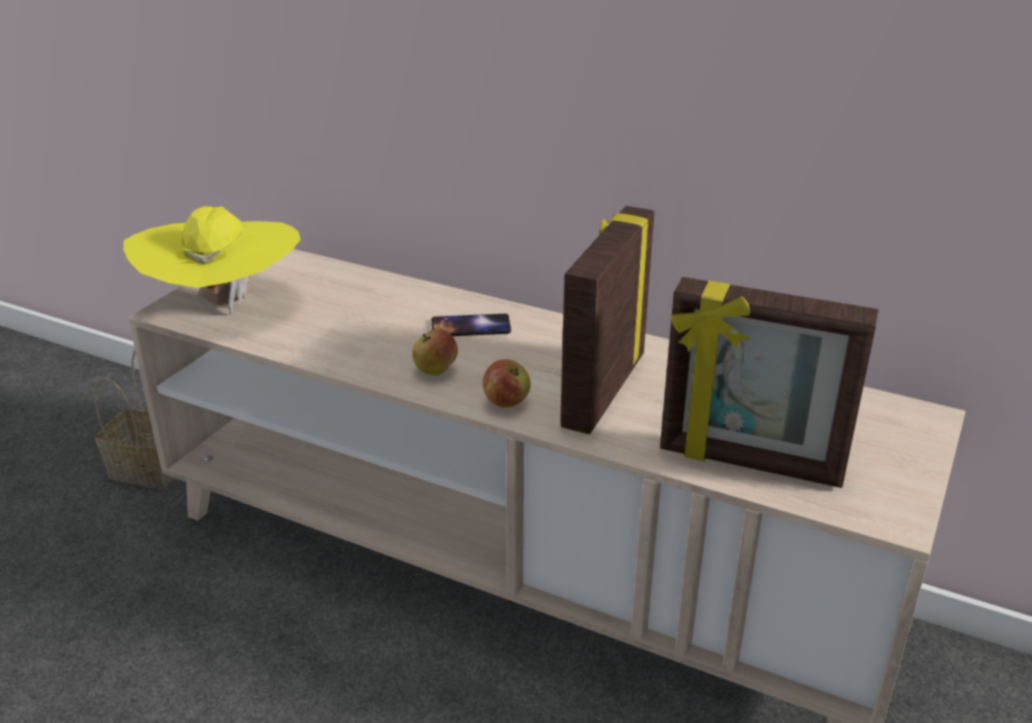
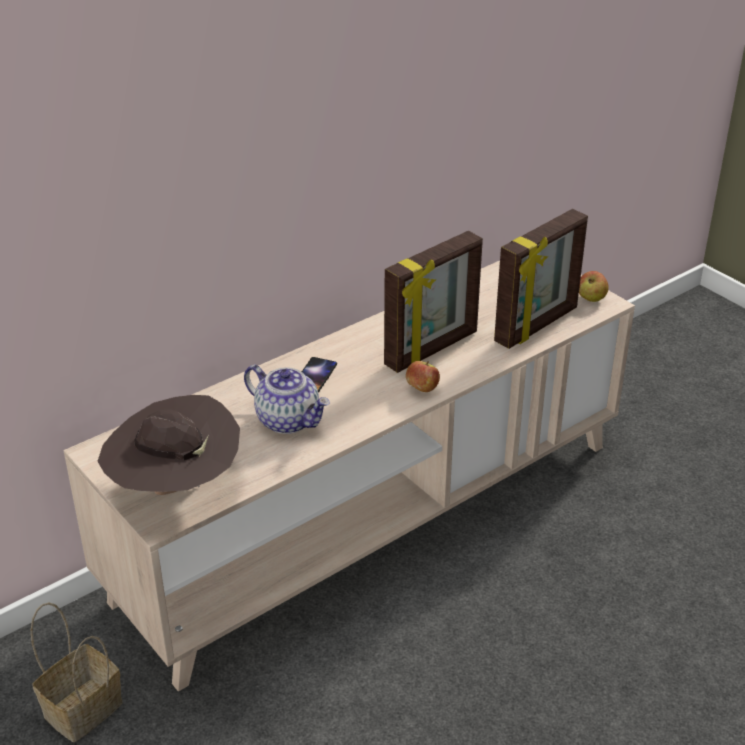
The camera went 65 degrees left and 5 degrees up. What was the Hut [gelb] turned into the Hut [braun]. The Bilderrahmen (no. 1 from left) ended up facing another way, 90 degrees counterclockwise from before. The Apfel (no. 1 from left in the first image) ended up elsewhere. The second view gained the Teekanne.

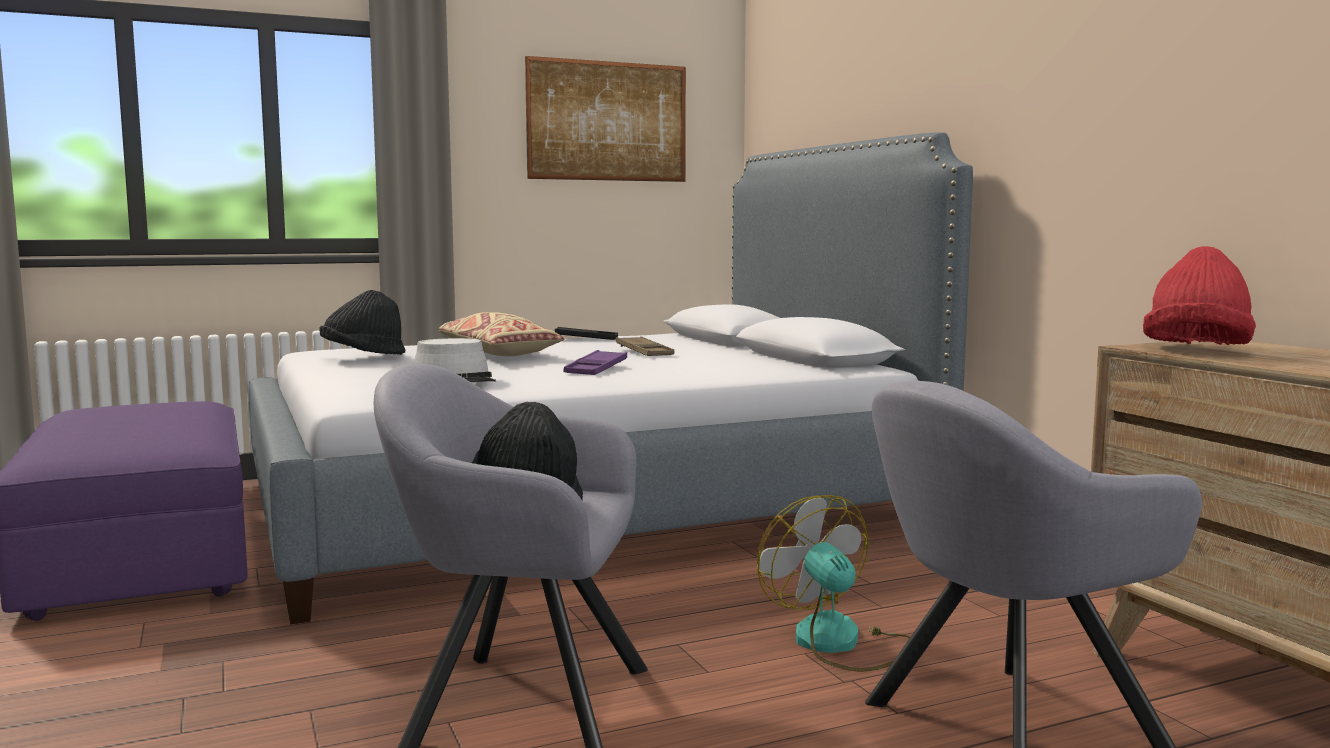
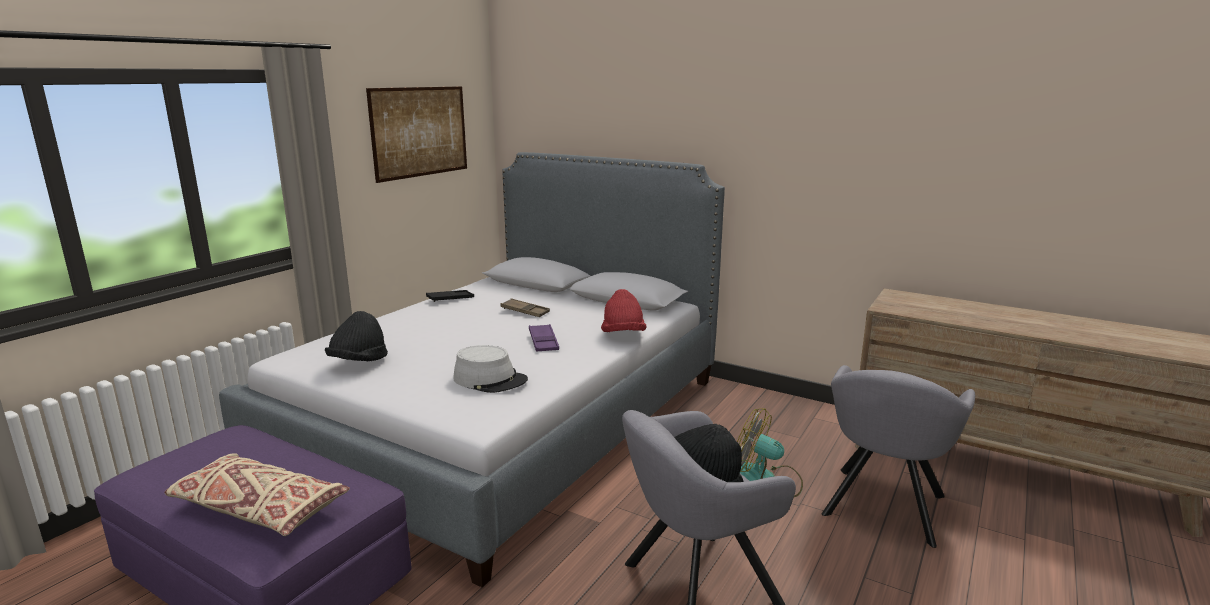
The camera went 35 degrees left and 10 degrees up. The Hut [rot] ended up elsewhere. The Kissen [beige] ended up elsewhere.

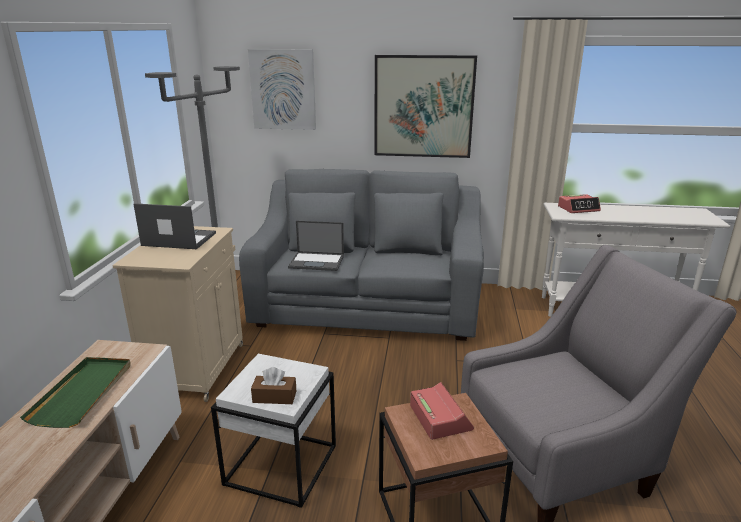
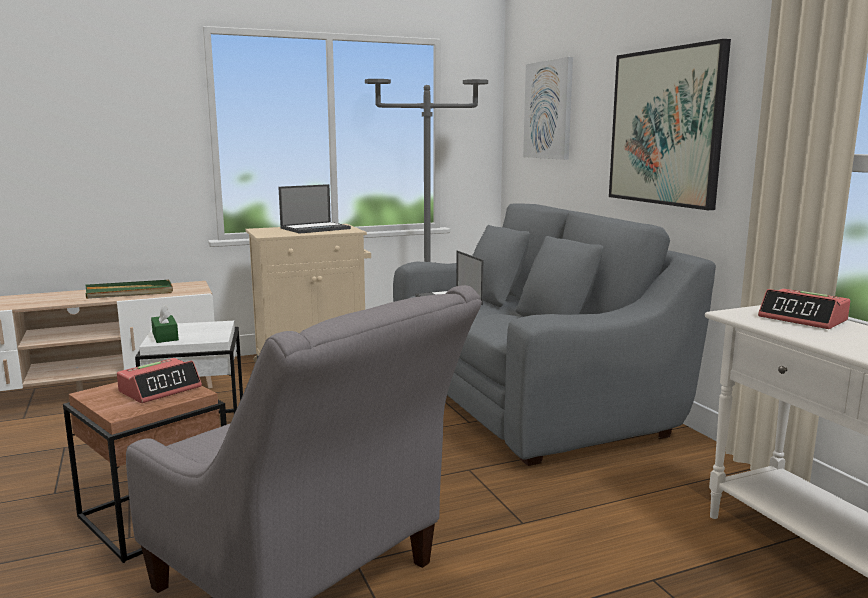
The camera went 60 degrees right and 10 degrees down. The Laptop (no. 1 from left) ended up facing another way, 75 degrees clockwise from before. What was the Taschentuchbox [braun] turned into the Taschentuchbox [grün].

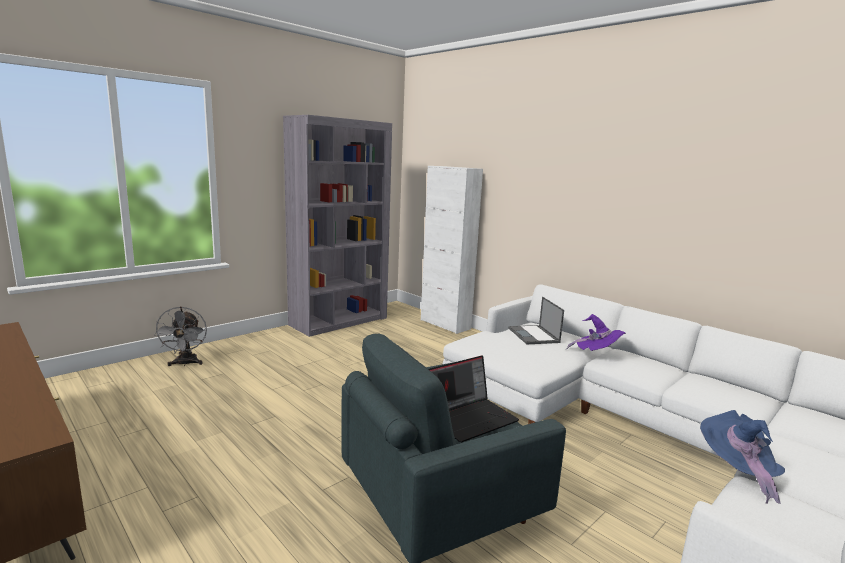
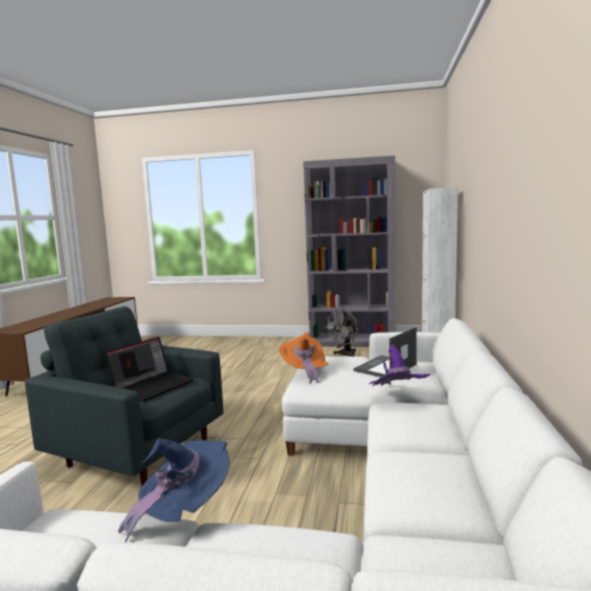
The camera went 55 degrees right and 5 degrees down. The Ventilator [grau] ended up elsewhere. The Laptop (no. 1 from left) ended up facing another way, 75 degrees counterclockwise from before. The second view gained the Hut [orange].

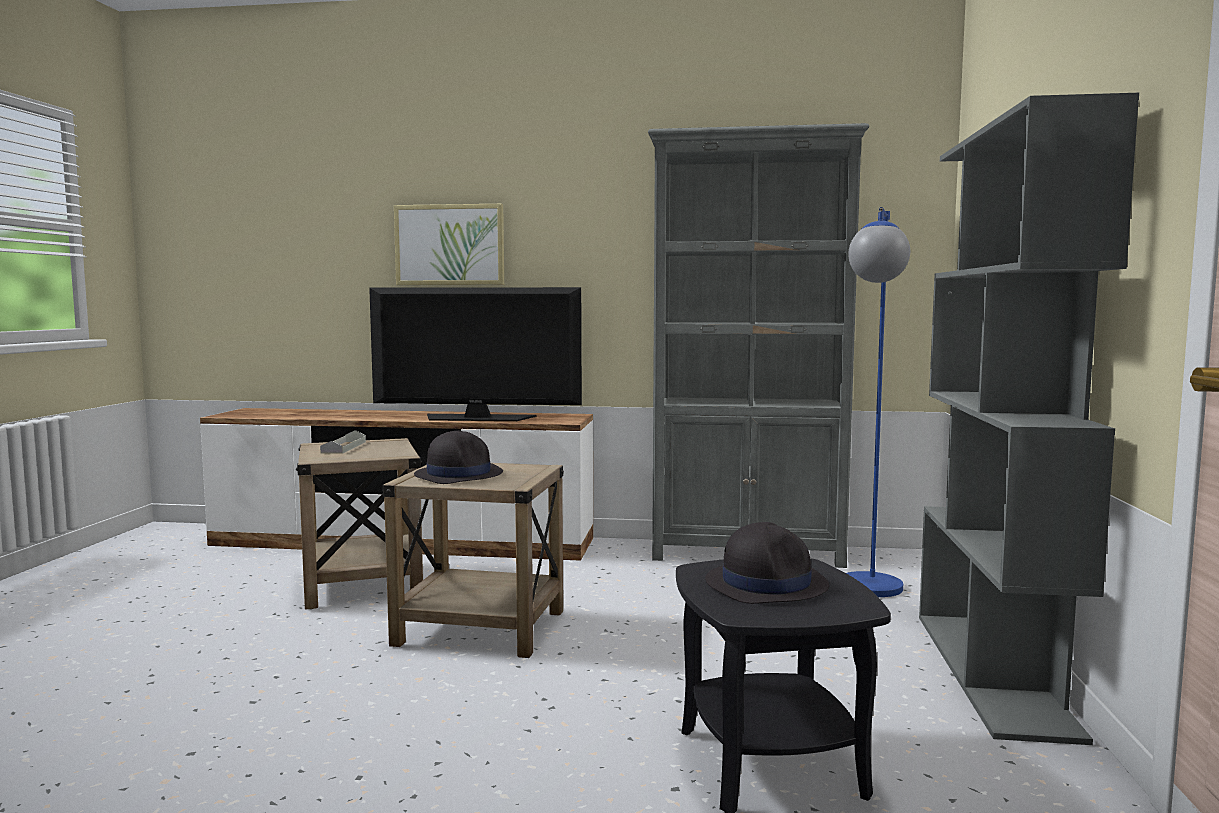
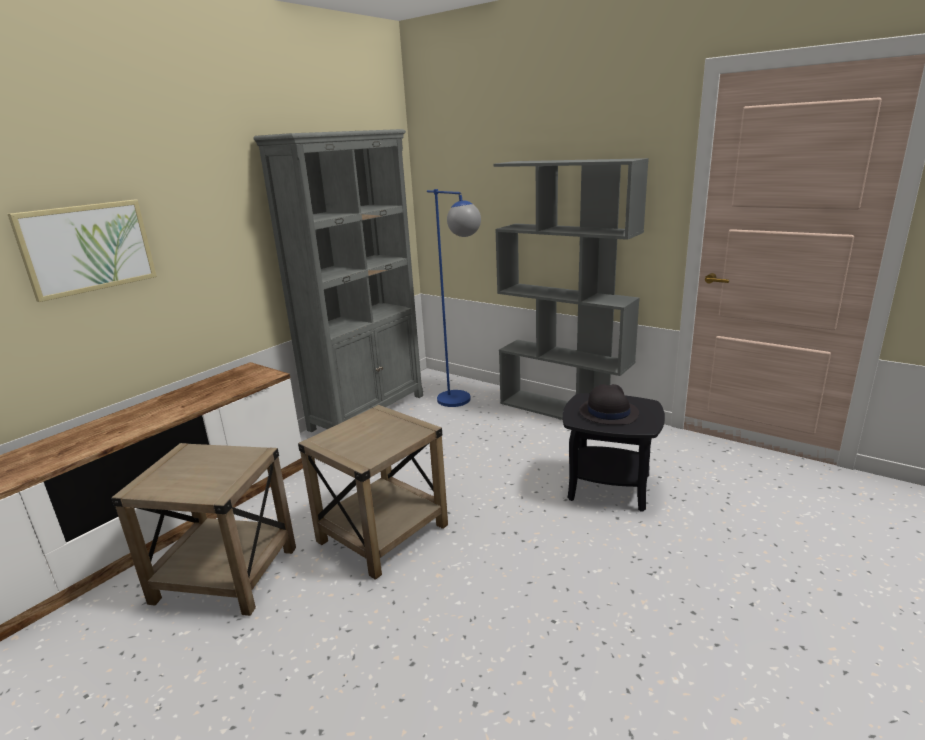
The camera went 60 degrees left and 15 degrees up. The second view lost the Fernseher. The second view lost the Tablett [grau]. The second view lost the Hut [schwarz] (no. 1 from left).

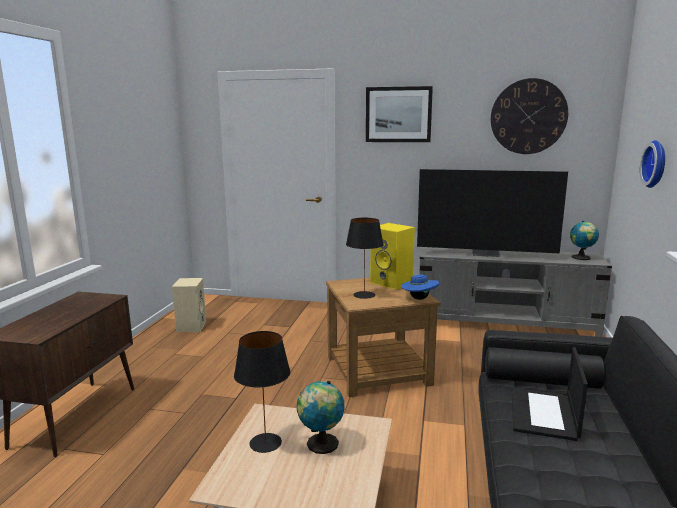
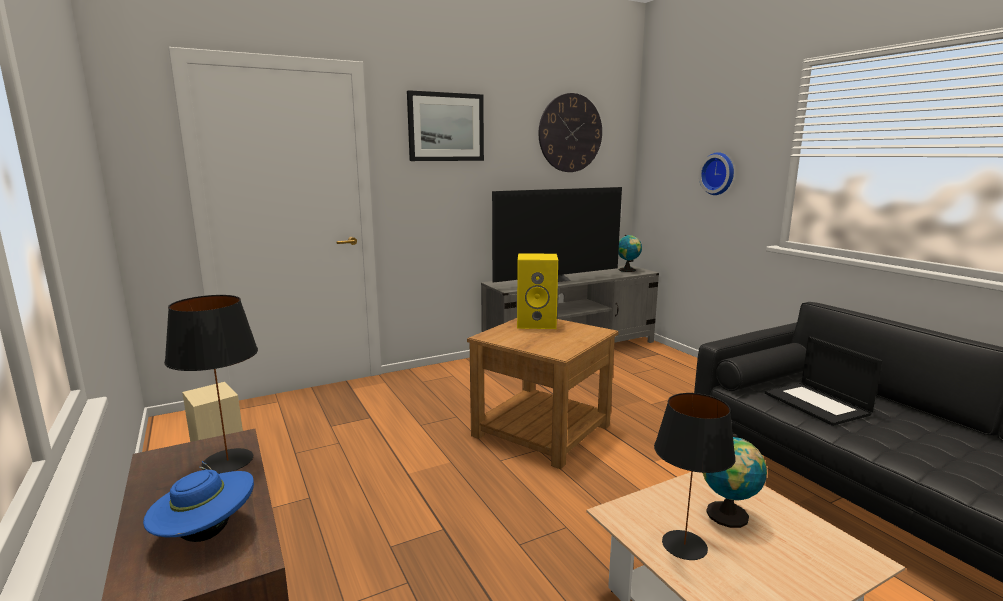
The camera went 40 degrees left and 0 degrees up. The Tischlampe [schwarz] (no. 2 from left in the first image) ended up elsewhere. The Hut [blau] ended up elsewhere.

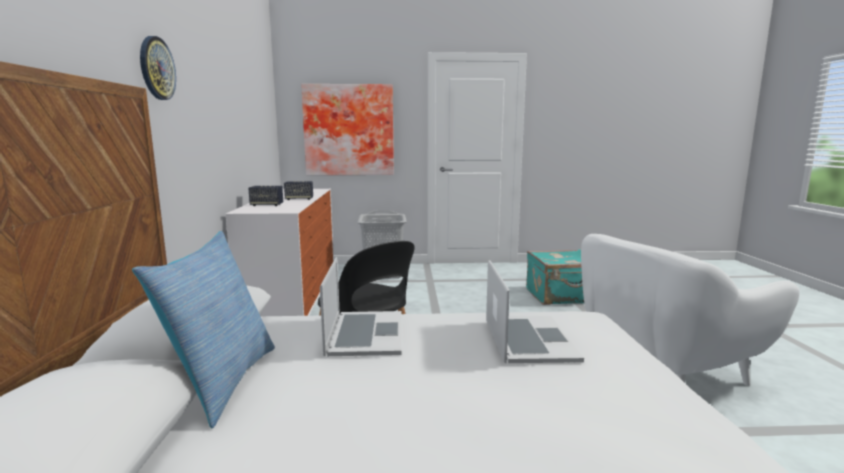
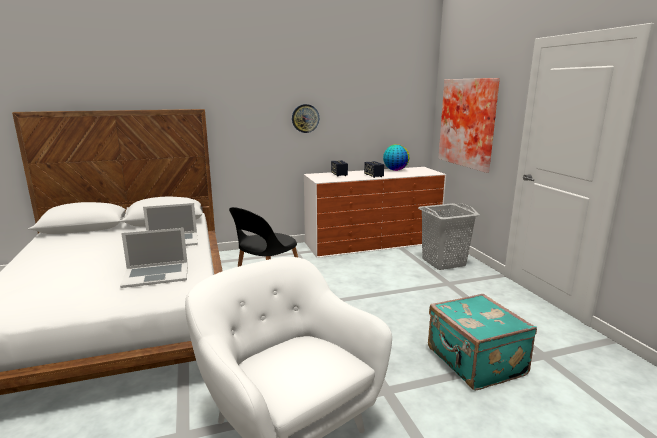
The camera went 75 degrees right and 5 degrees up. The Wanduhr ended up elsewhere. The second view lost the Kissen. The second view gained the Globus.

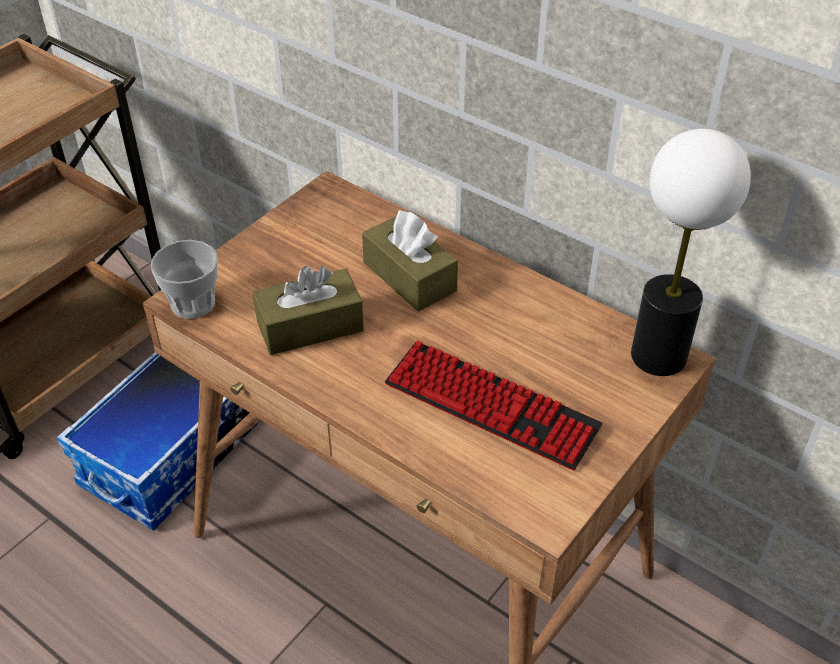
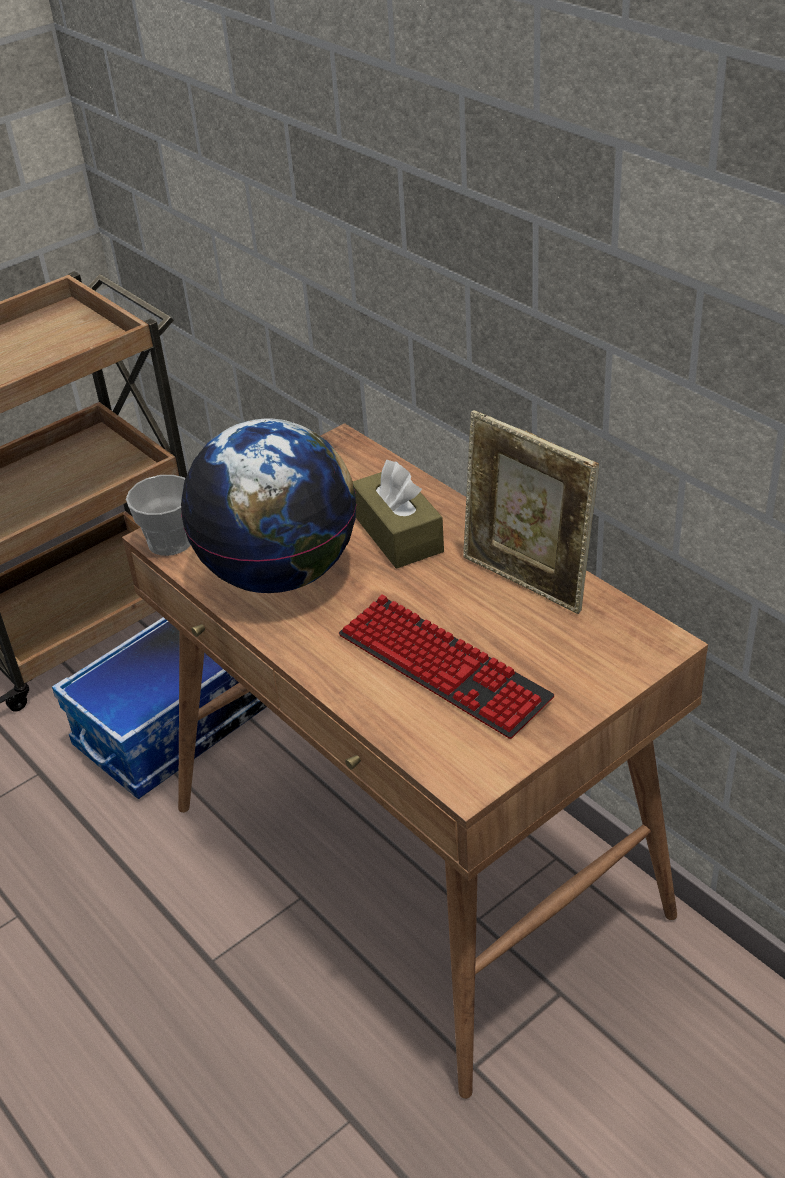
The camera went 15 degrees right and 5 degrees down. The second view lost the Tischlampe. Where the Taschentuchbox [braun] (no. 1 from left) stood, the Globus came to stand. The second view gained the Bilderrahmen.

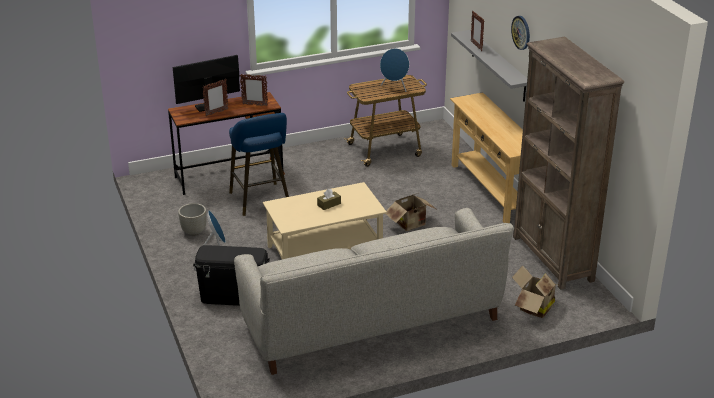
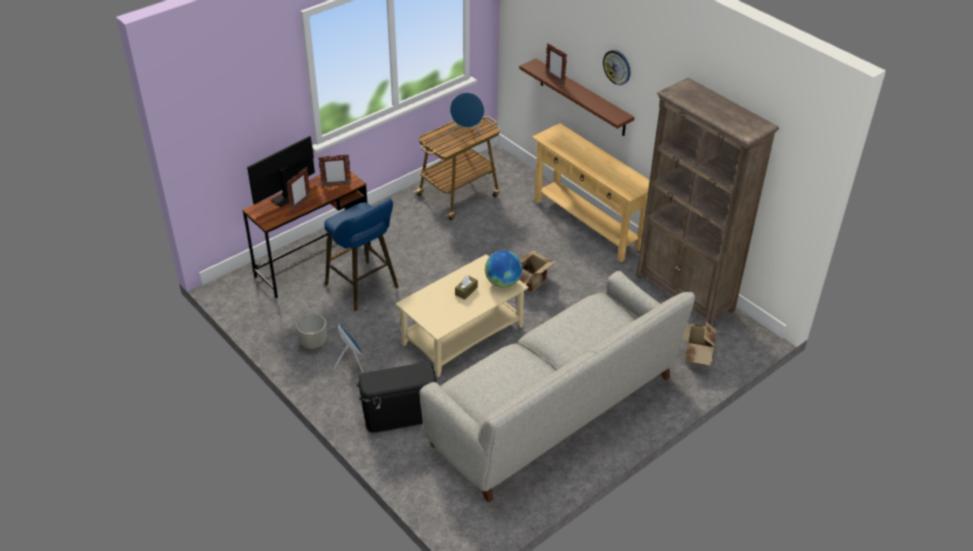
The camera went 20 degrees left and 10 degrees up. What was the Wandregal [grau] turned into the Wandregal [braun]. The second view gained the Globus.

